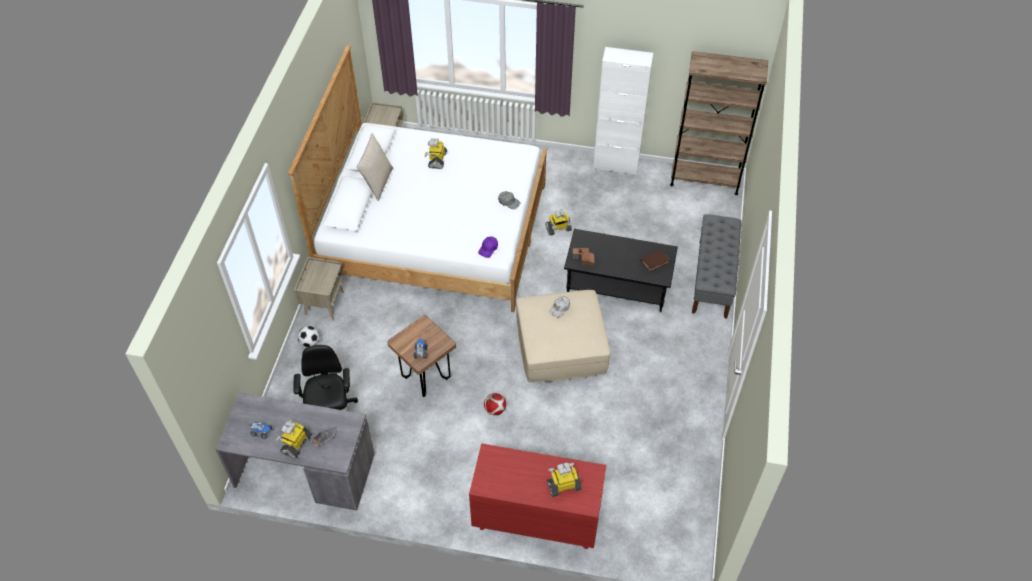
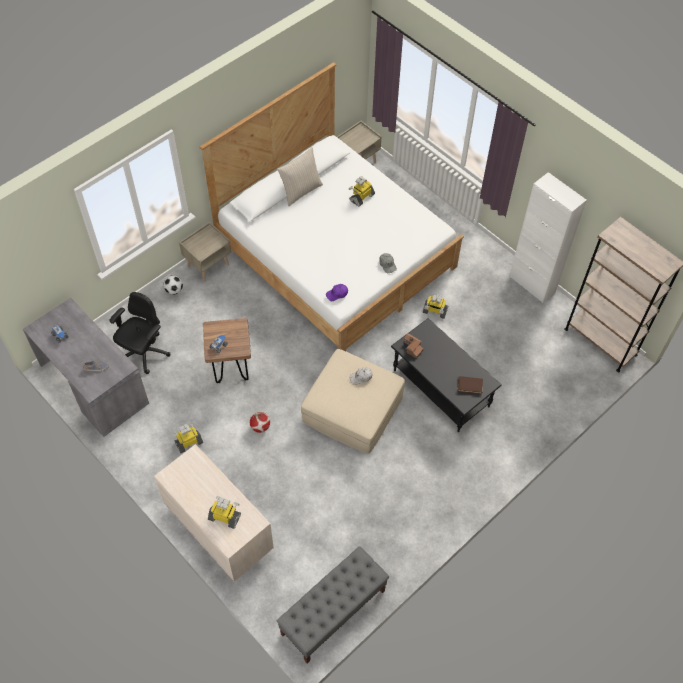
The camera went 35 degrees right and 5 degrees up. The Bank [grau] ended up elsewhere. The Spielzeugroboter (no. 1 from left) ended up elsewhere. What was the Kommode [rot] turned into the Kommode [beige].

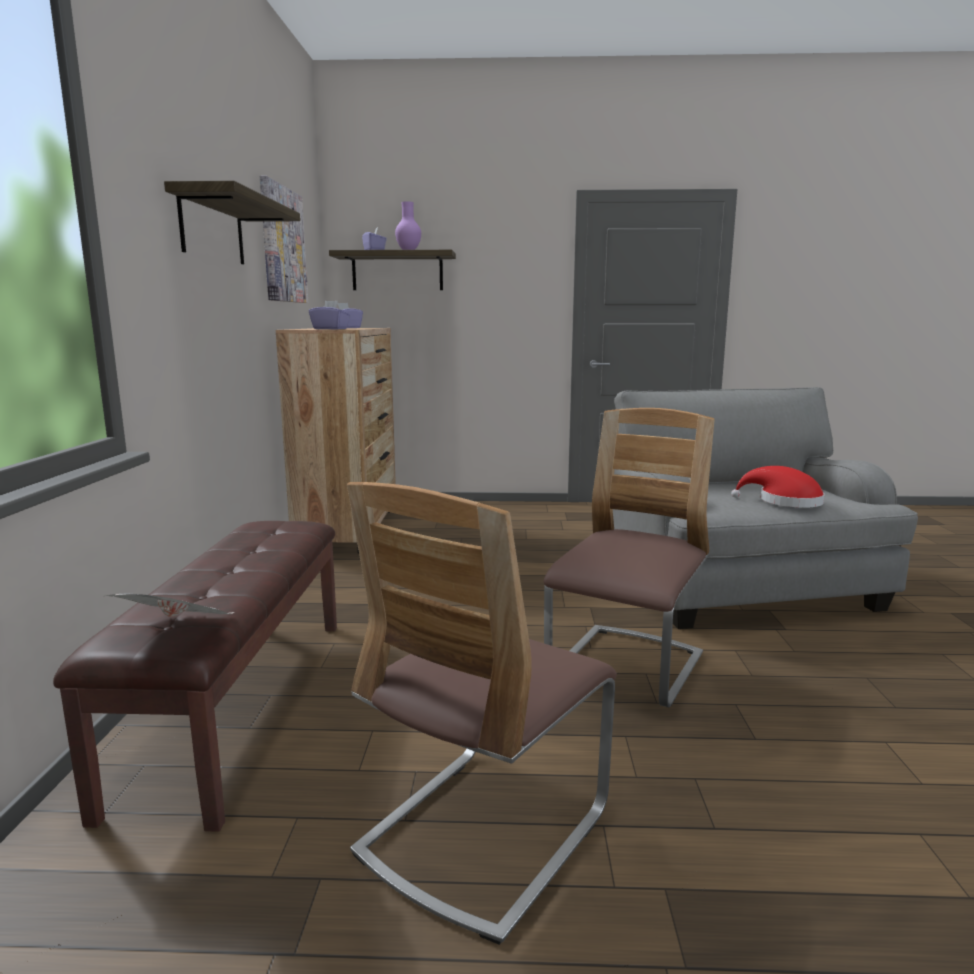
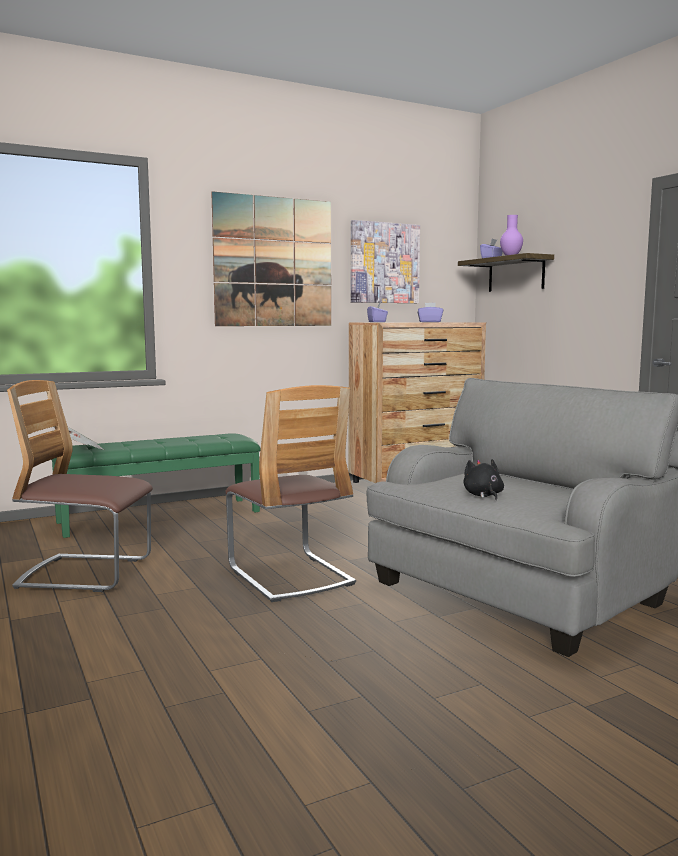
The camera went 60 degrees right and 5 degrees down. Where the Wandregal (no. 1 from left) hung, the Bild (no. 1 from left) came to hang. The Stuhl (no. 2 from left) ended up facing another way, 60 degrees clockwise from before. Where the Hut [rot] stood, the Plüschtier [schwarz] came to stand. What was the Bank [braun] turned into the Bank [grün].

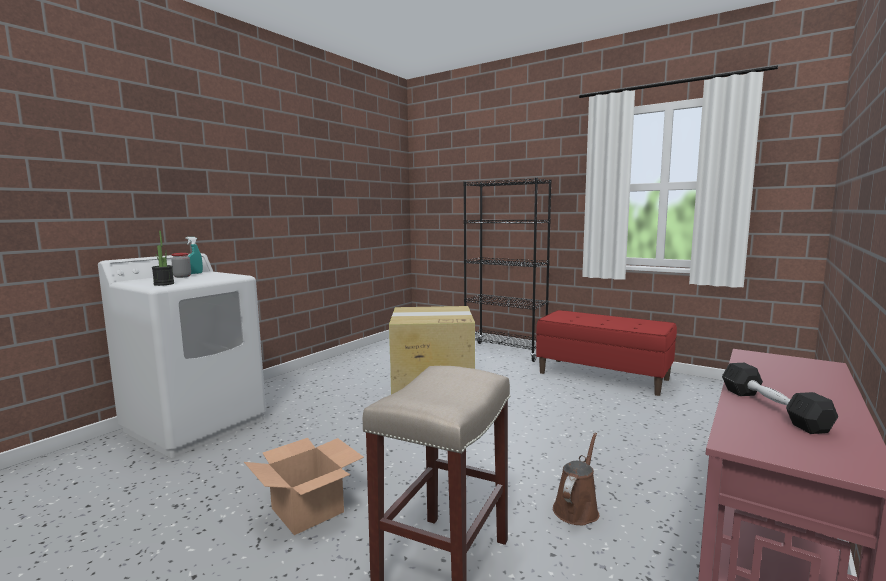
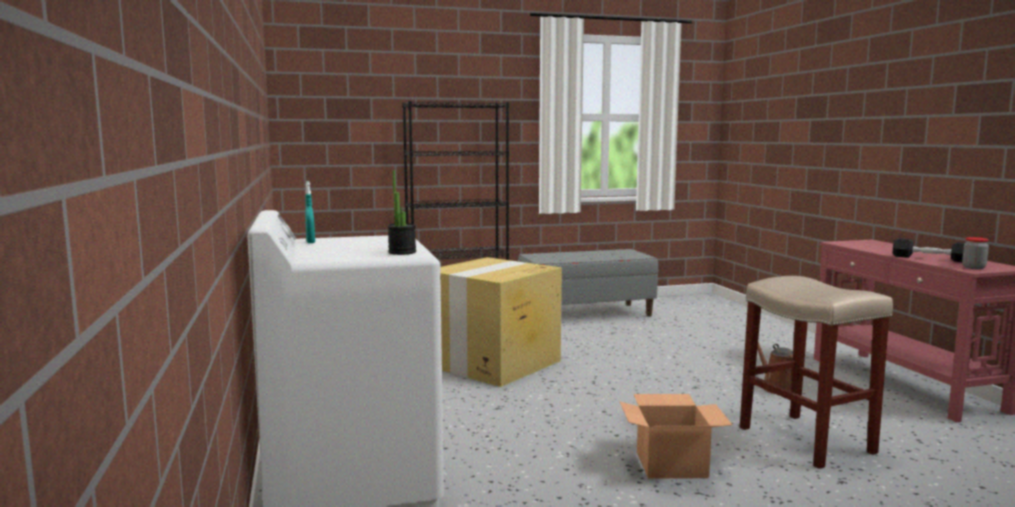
The camera went 50 degrees left and 0 degrees up. The Vorratsglas ended up elsewhere. What was the Bank [rot] turned into the Bank [grau].

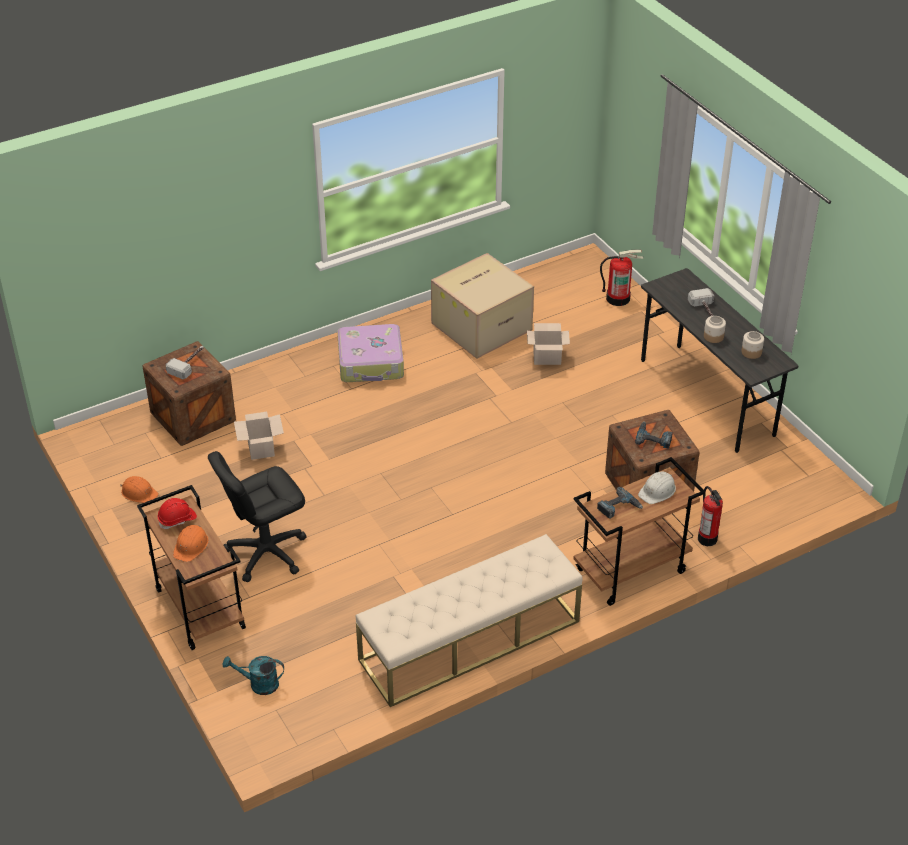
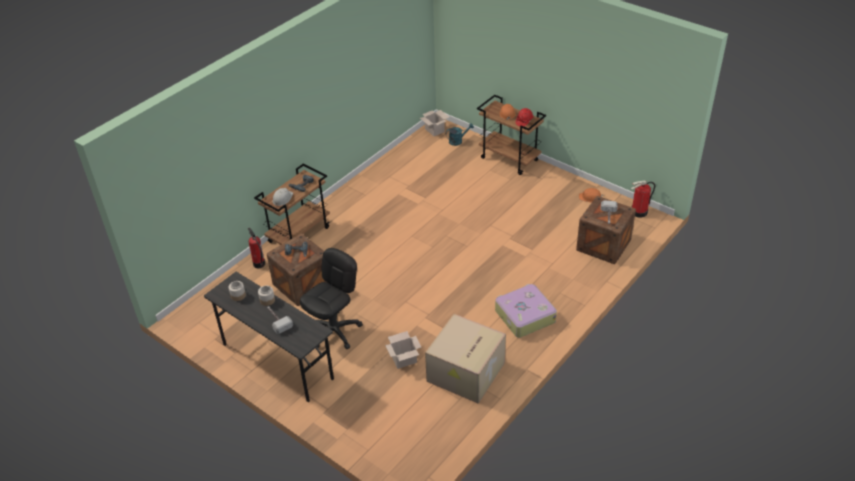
The camera went 160 degrees right and 0 degrees up. The Feuerlöscher (no. 1 from left in the first image) ended up elsewhere. The Karton (no. 1 from left in the first image) ended up elsewhere. The Bürostuhl [schwarz] ended up elsewhere. The second view lost the Bank [beige].

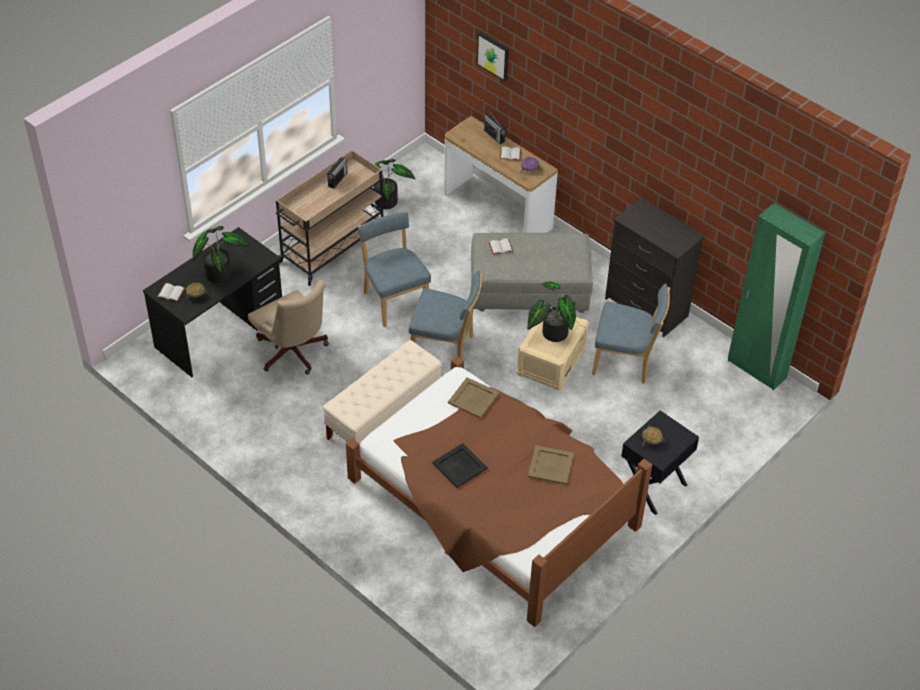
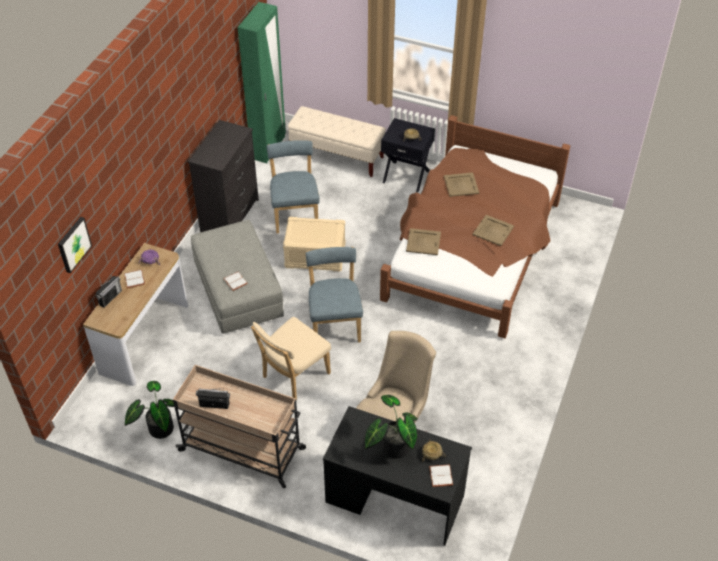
The camera went 110 degrees left and 0 degrees up. What was the Stuhl [blau] (no. 1 from left) turned into the Stuhl [beige]. The second view lost the Topfpflanze (no. 3 from left). The Bank [beige] ended up elsewhere. What was the Tablett [schwarz] turned into the Tablett [beige] (no. 3 from left).

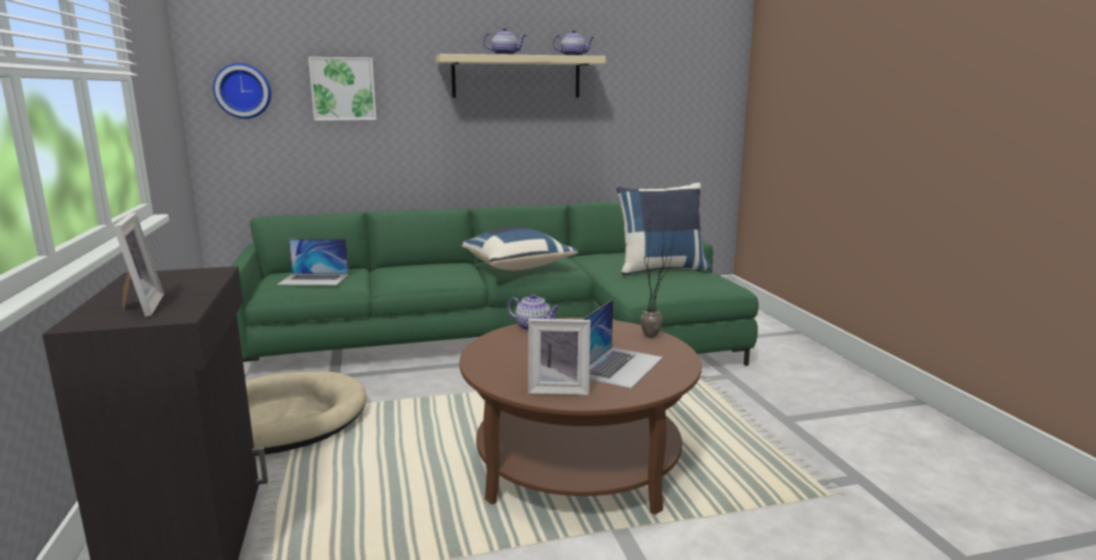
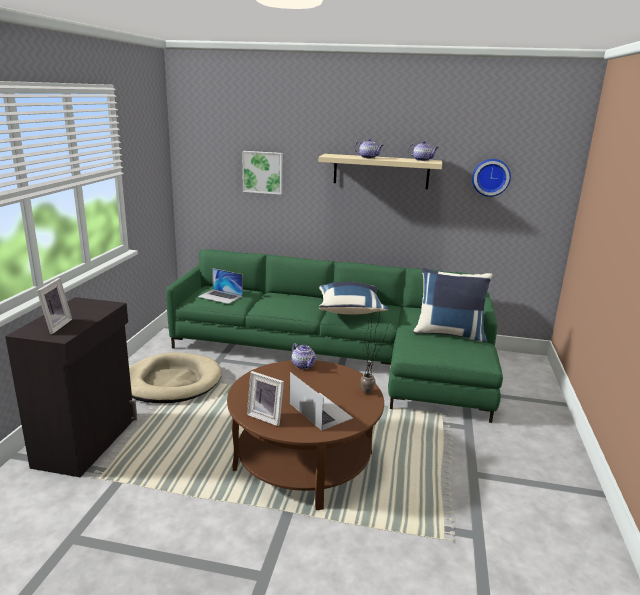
The camera went 25 degrees right and 5 degrees up. The Wanduhr ended up elsewhere. The Laptop (no. 2 from left) ended up facing another way, 90 degrees counterclockwise from before.

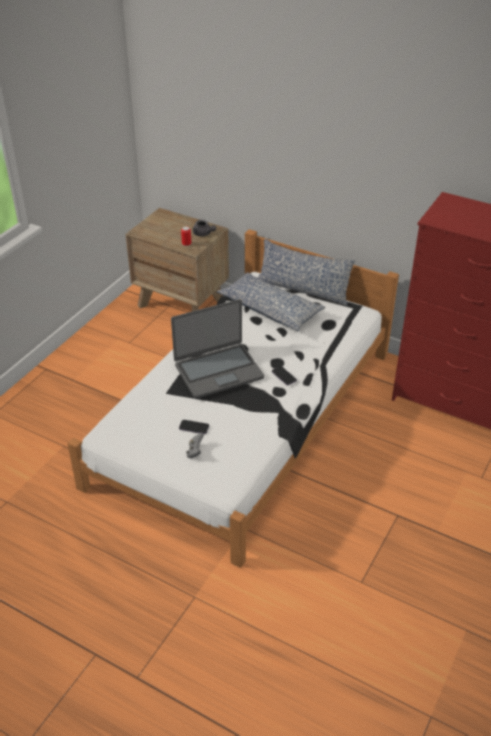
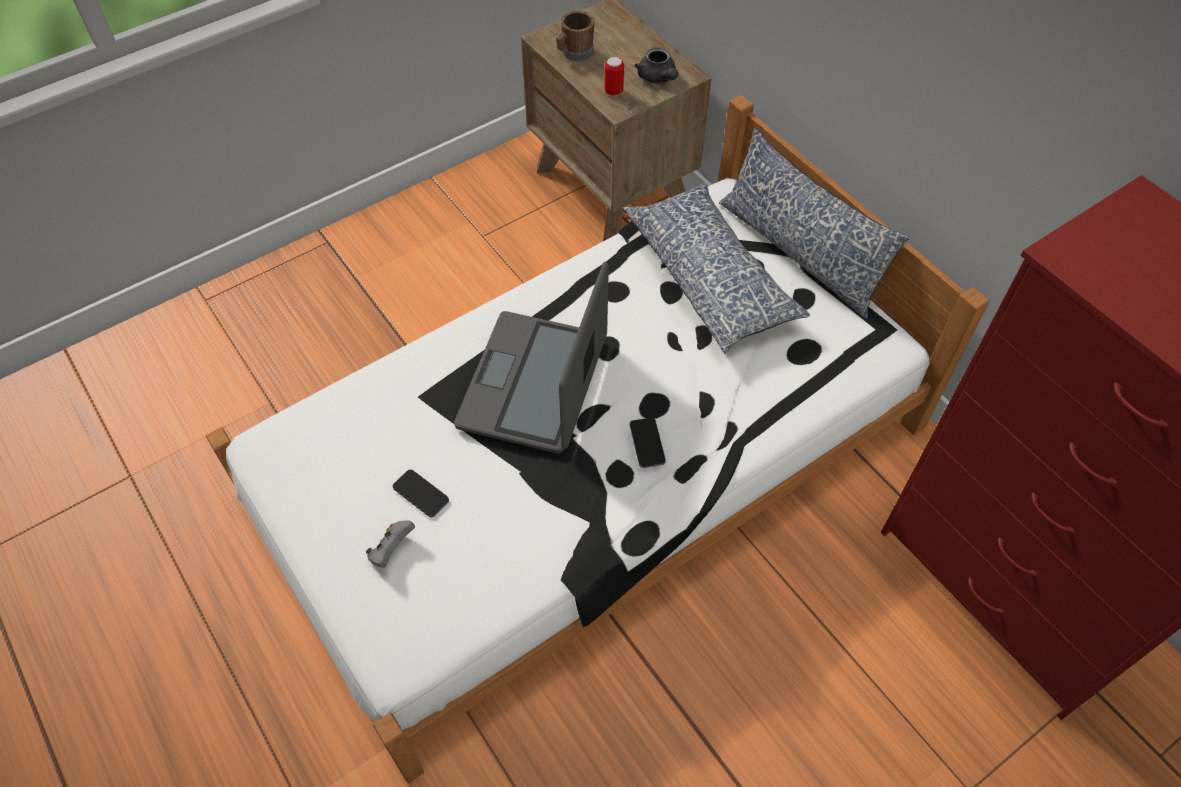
The camera went 25 degrees right and 15 degrees up. The Laptop ended up facing another way, 105 degrees clockwise from before. The second view gained the Henkelbecher [braun].

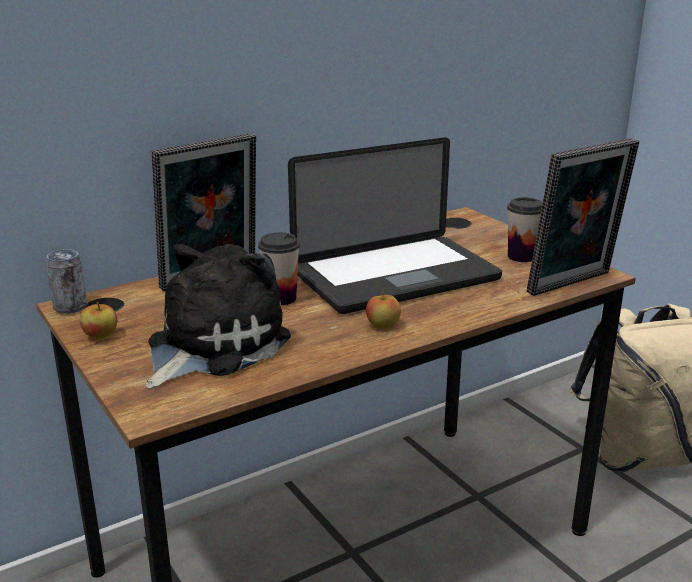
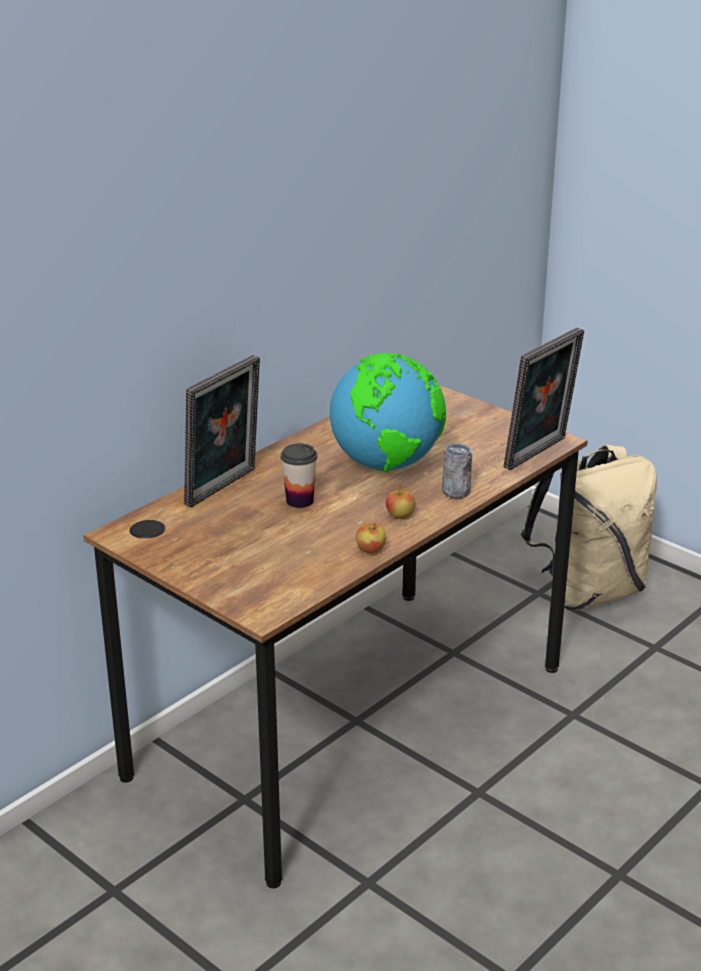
The camera went 15 degrees left and 5 degrees up. Where the Laptop stood, the Globus came to stand. The second view lost the Tasse (no. 2 from left). The second view lost the Plüschtier. The Dose ended up elsewhere. The Apfel (no. 1 from left) ended up elsewhere.

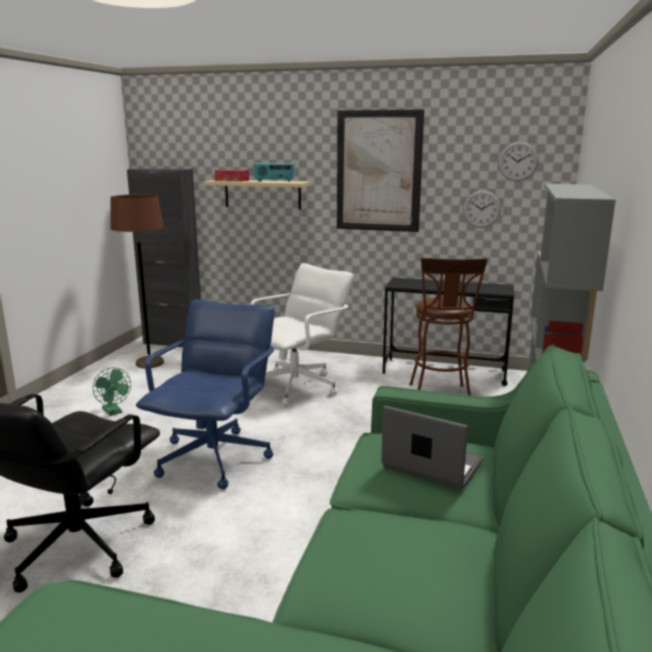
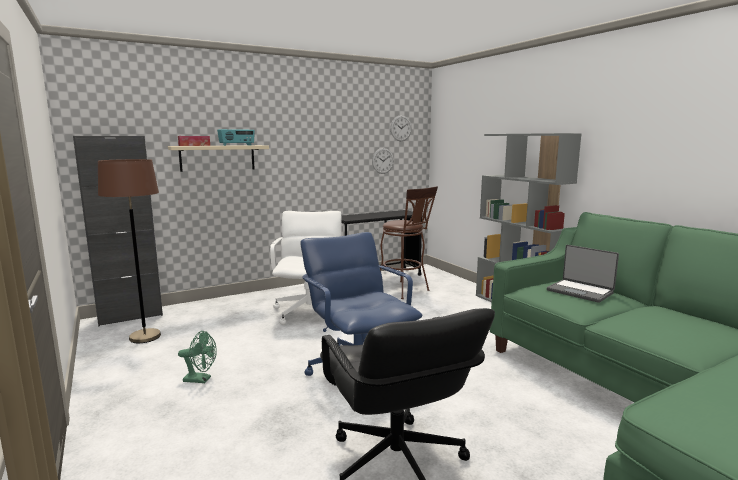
The camera went 45 degrees left and 5 degrees down. The second view lost the Bild. The Laptop ended up facing another way, 120 degrees counterclockwise from before.

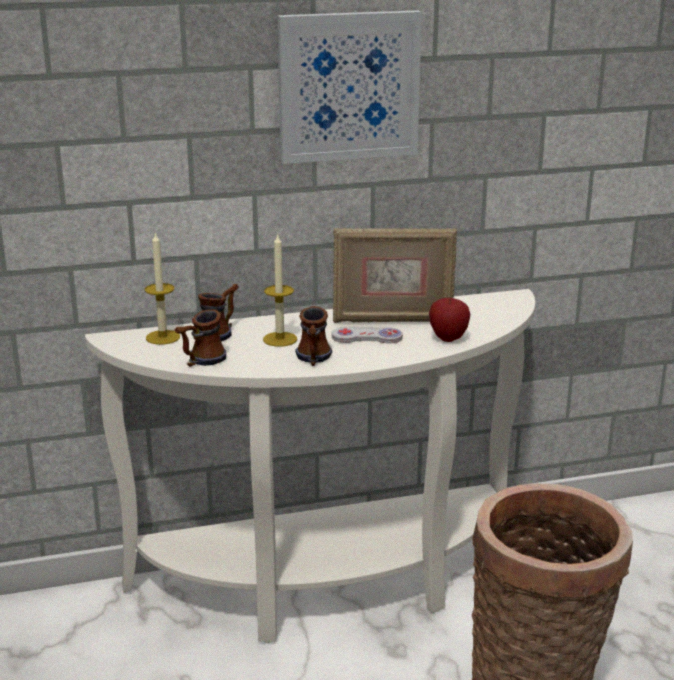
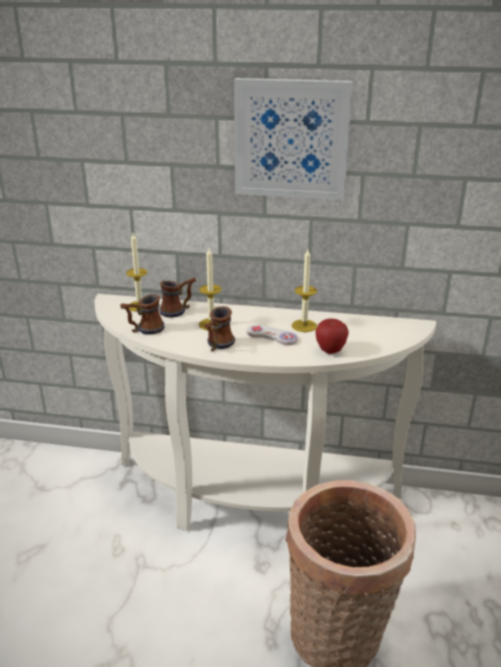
The camera went 25 degrees right and 5 degrees up. Where the Bilderrahmen stood, the Kerze (no. 3 from left) came to stand.

